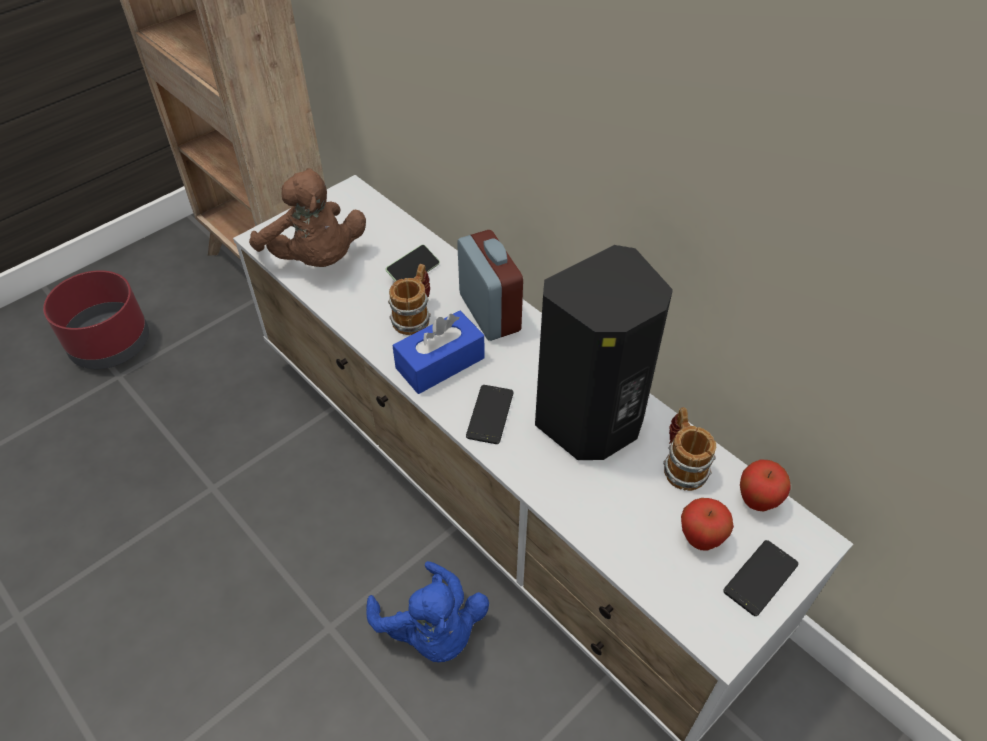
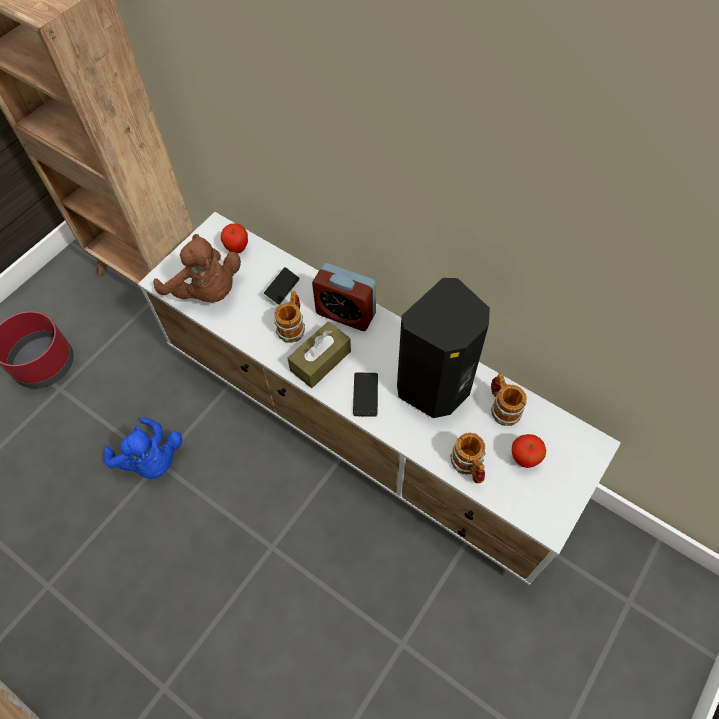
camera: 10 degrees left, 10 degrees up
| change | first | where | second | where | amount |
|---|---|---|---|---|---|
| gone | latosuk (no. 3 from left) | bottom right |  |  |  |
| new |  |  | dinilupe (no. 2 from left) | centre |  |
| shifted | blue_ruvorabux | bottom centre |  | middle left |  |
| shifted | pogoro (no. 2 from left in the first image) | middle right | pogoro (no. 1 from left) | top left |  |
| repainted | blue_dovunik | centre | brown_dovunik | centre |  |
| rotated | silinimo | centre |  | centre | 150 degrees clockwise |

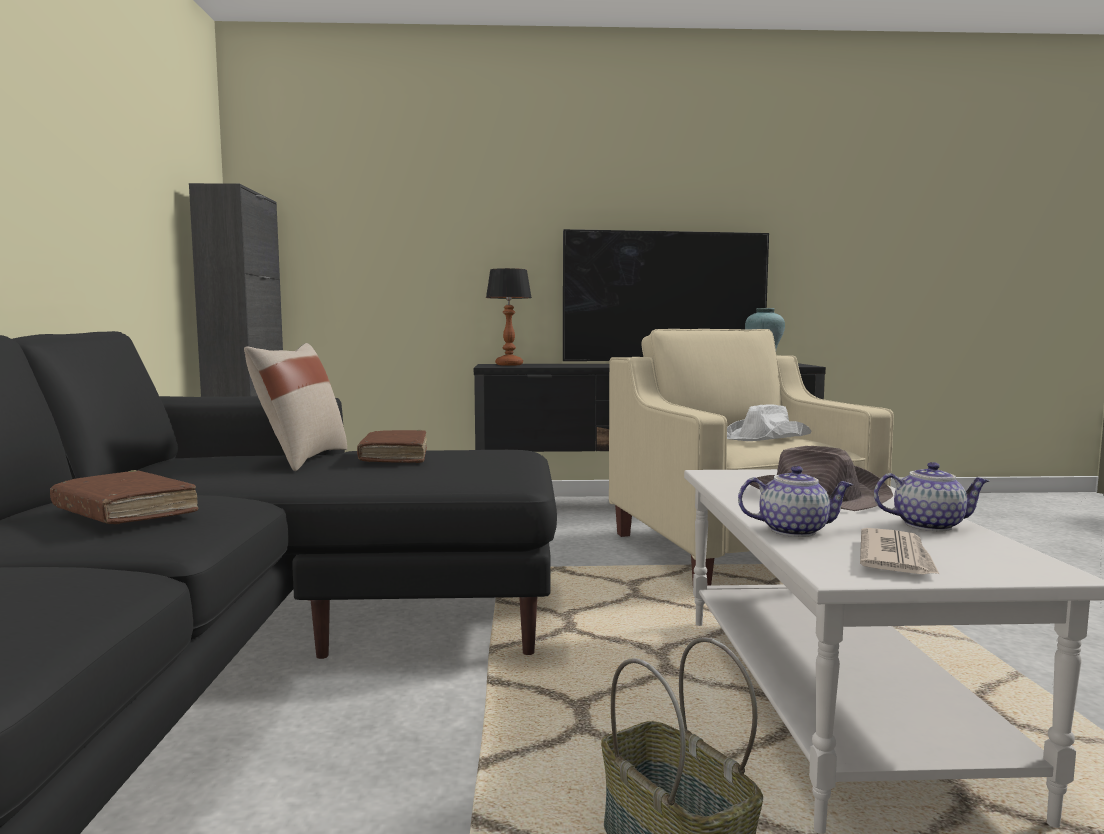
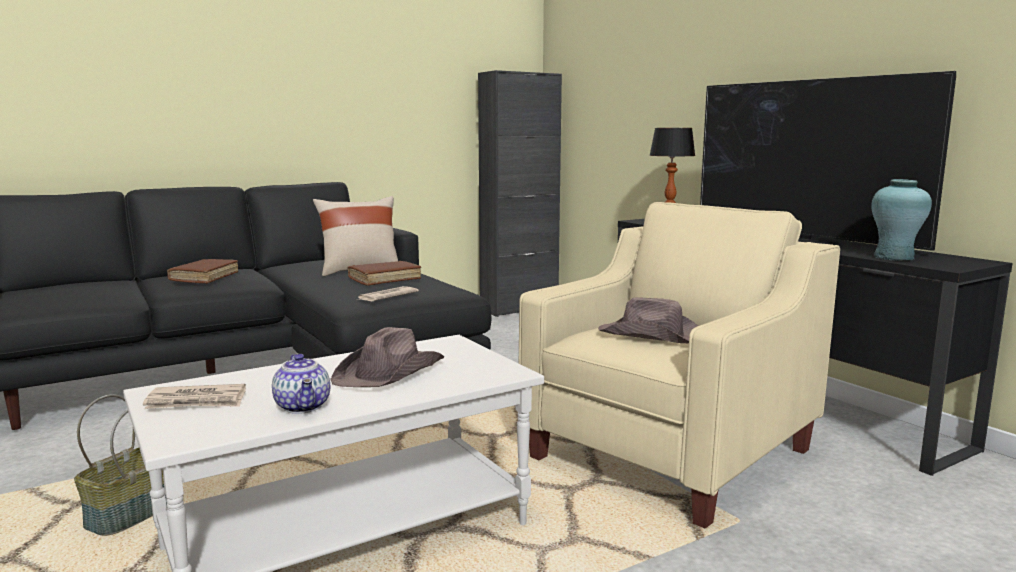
camera: 60 degrees right, 5 degrees up
| change | first | where | second | where | amount |
|---|---|---|---|---|---|
| gone | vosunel (no. 1 from left) | middle right |  |  |  |
| new |  |  | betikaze (no. 2 from left) | centre |  |
| repainted | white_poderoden | middle right | brown_poderoden (no. 2 from left) | centre |  |

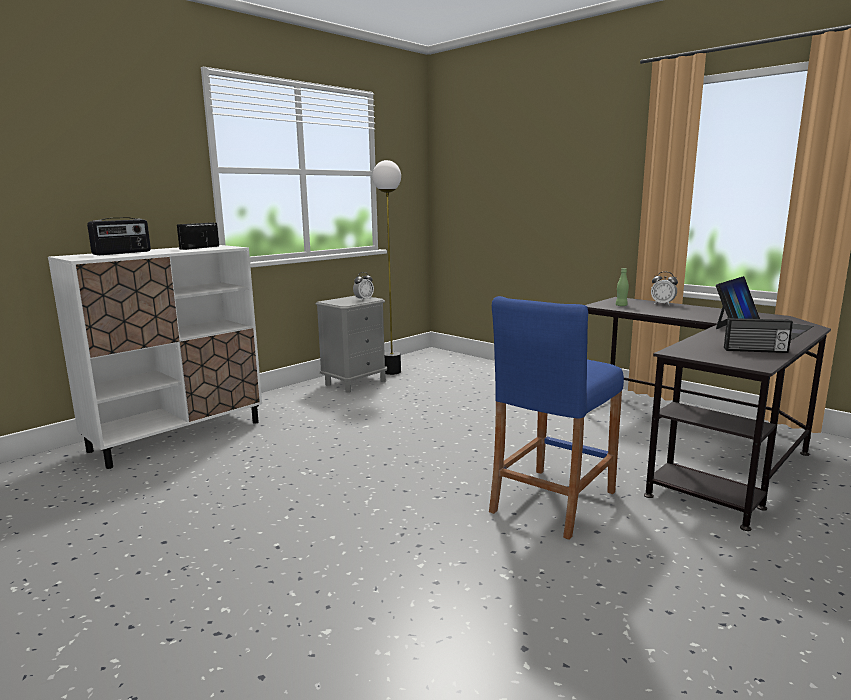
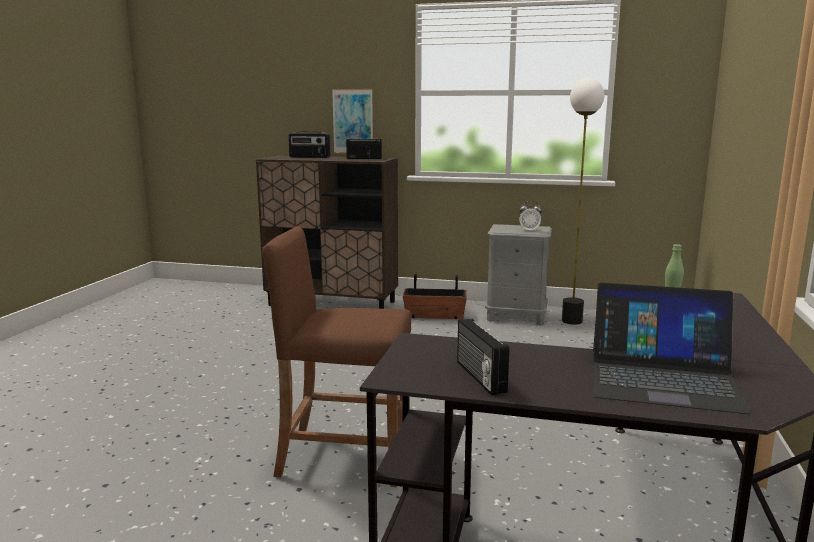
camera: 60 degrees right, 0 degrees up
| change | first | where | second | where | amount |
|---|---|---|---|---|---|
| gone | silinimo (no. 2 from left) | middle right |  |  |  |
| new |  |  | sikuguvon | top centre |  |
| new |  |  | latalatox | centre |  |
| repainted | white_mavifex | middle left | brown_mavifex | centre |  |
| repainted | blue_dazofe | centre | brown_dazofe | centre |  |

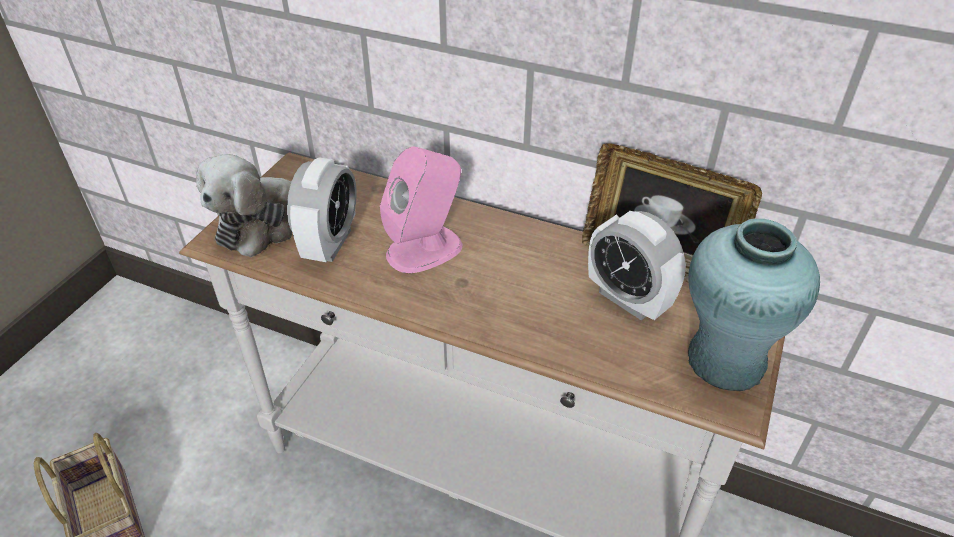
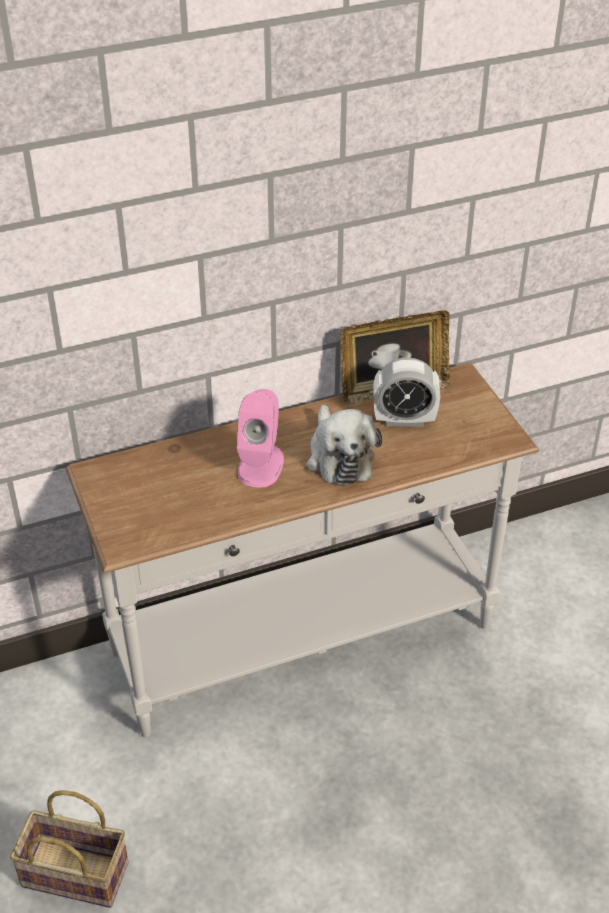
camera: 45 degrees left, 0 degrees up
| change | first | where | second | where | amount |
|---|---|---|---|---|---|
| gone | silinimo (no. 1 from left) | centre |  |  |  |
| gone | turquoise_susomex | middle right |  |  |  |
| shifted | ruvorabux | middle left |  | centre |  |

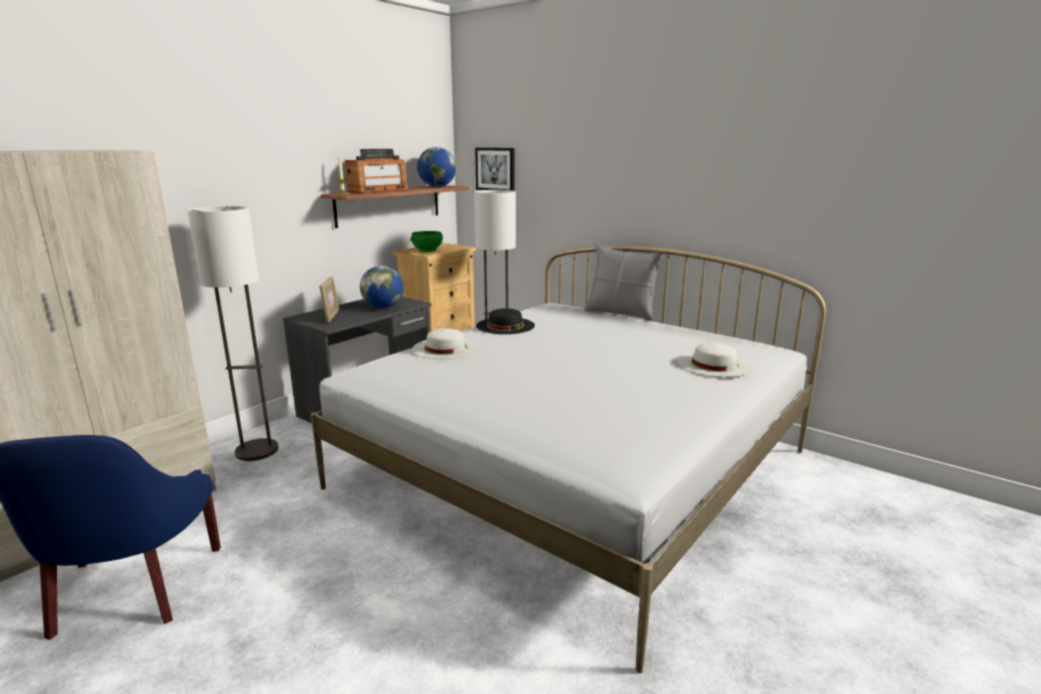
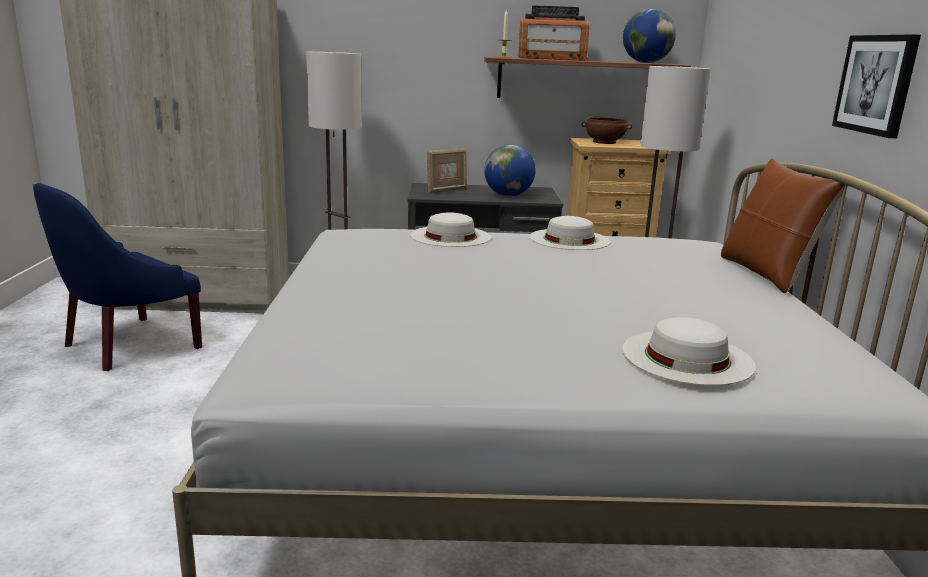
camera: 50 degrees right, 0 degrees up
| change | first | where | second | where | amount |
|---|---|---|---|---|---|
| shifted | sikuguvon | top centre |  | top right |  |
| repainted | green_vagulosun | centre | brown_vagulosun | top centre |  |
| repainted | black_poderoden | centre | white_poderoden (no. 2 from left) | centre |  |
| repainted | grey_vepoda | centre | brown_vepoda | middle right |  |

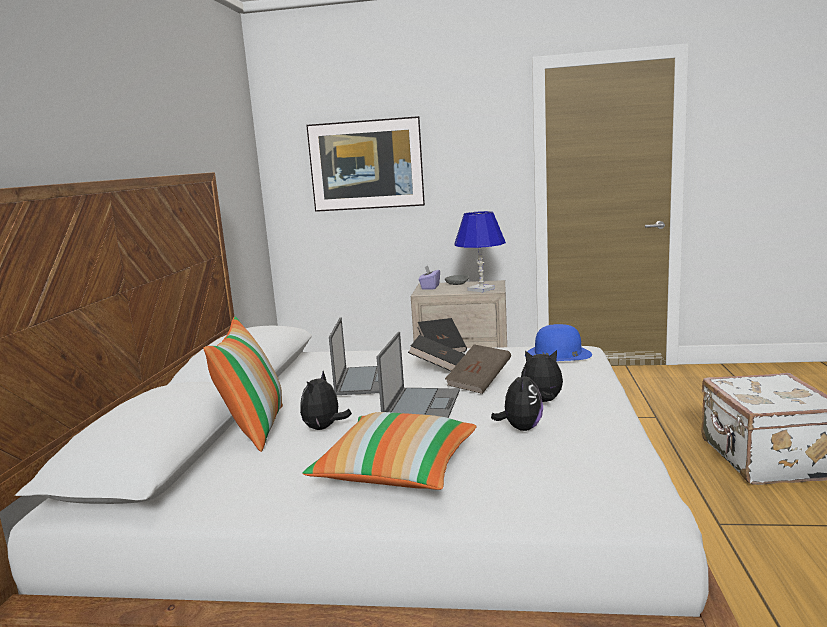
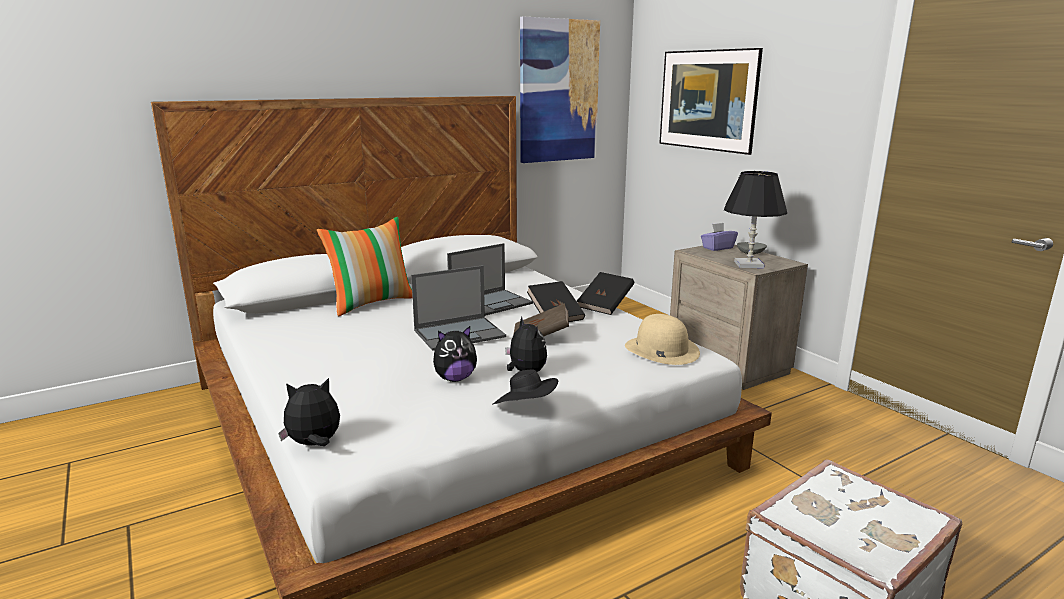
camera: 50 degrees right, 5 degrees up
| change | first | where | second | where | amount |
|---|---|---|---|---|---|
| gone | vepoda (no. 2 from left) | bottom centre |  |  |  |
| new |  |  | black_poderoden | centre |  |
| new |  |  | sikuguvon (no. 1 from left) | top centre |  |
| shifted | ruvorabux (no. 1 from left) | centre |  | bottom left |  |
| repainted | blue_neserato | centre | black_neserato | middle right |  |
| repainted | blue_poderoden | middle right | beige_poderoden | centre |  |

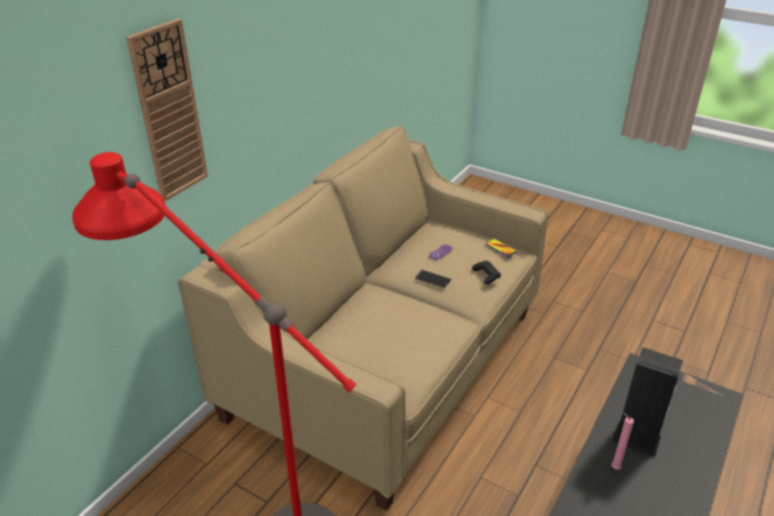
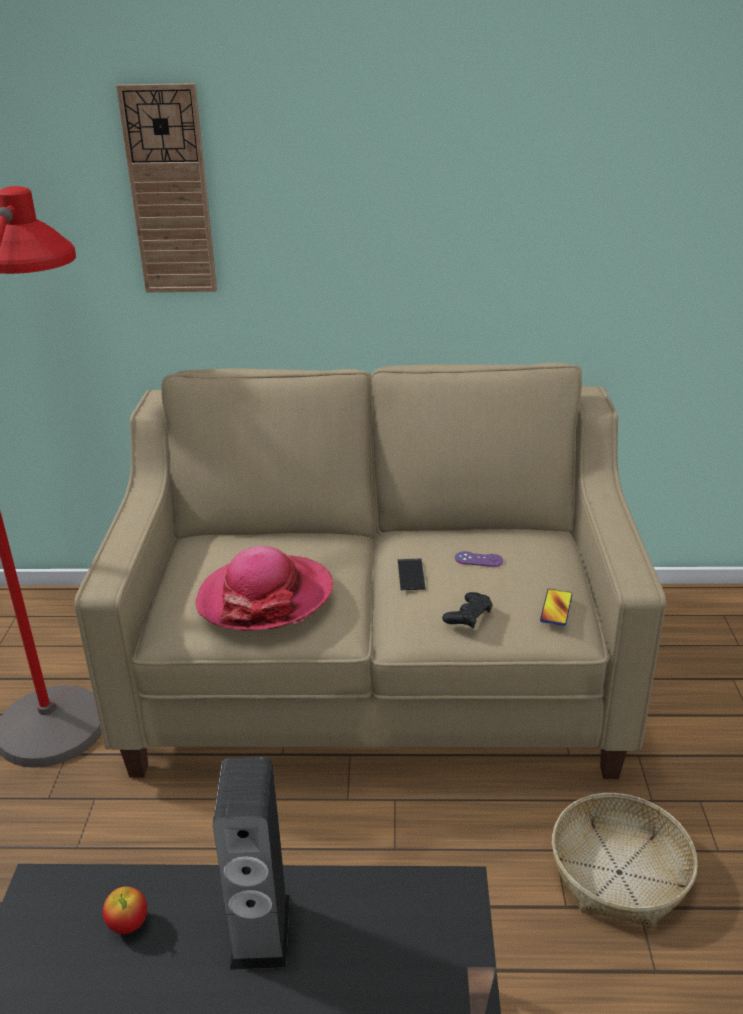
camera: 60 degrees right, 5 degrees down
| change | first | where | second | where | amount |
|---|---|---|---|---|---|
| gone | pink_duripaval | bottom right |  |  |  |
| new |  |  | pogoro | bottom left |  |
| new |  |  | poderoden | centre |  |
| new |  |  | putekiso | bottom right |  |

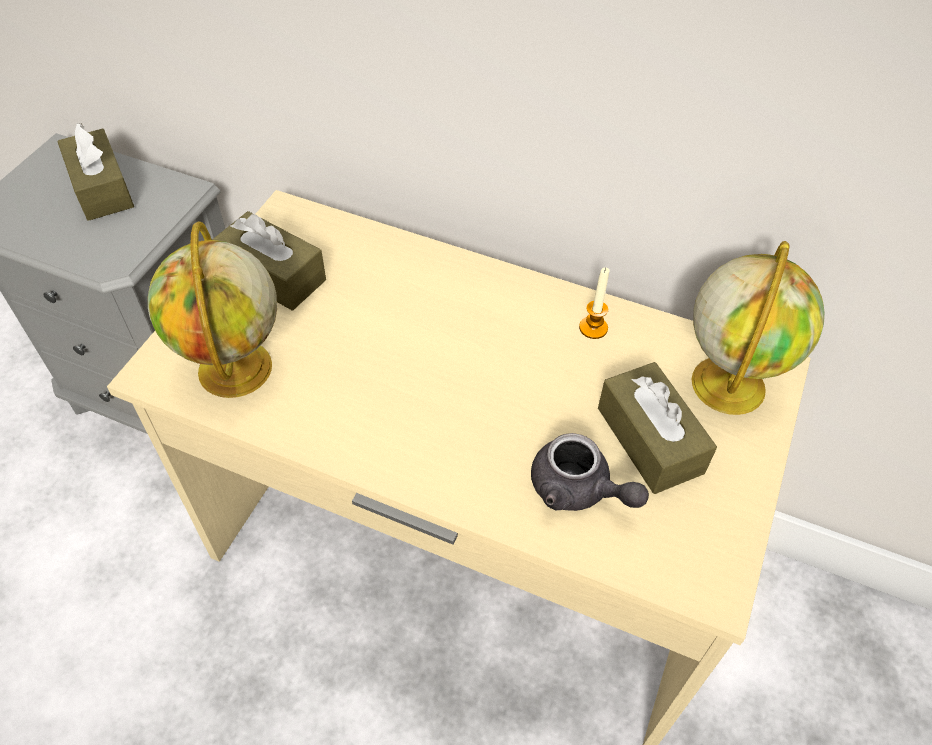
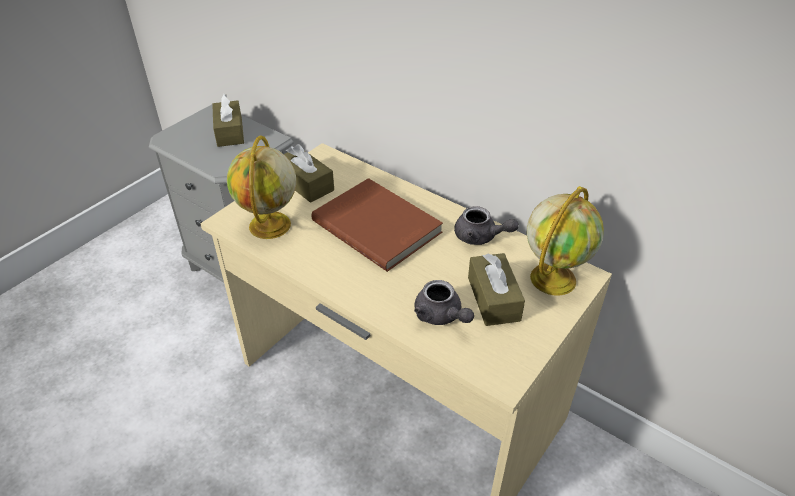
camera: 15 degrees right, 10 degrees down
| change | first | where | second | where | amount |
|---|---|---|---|---|---|
| new |  |  | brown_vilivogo | centre |  |
| swapped | duripaval | centre | grey_vosunel (no. 2 from left) | centre |  |

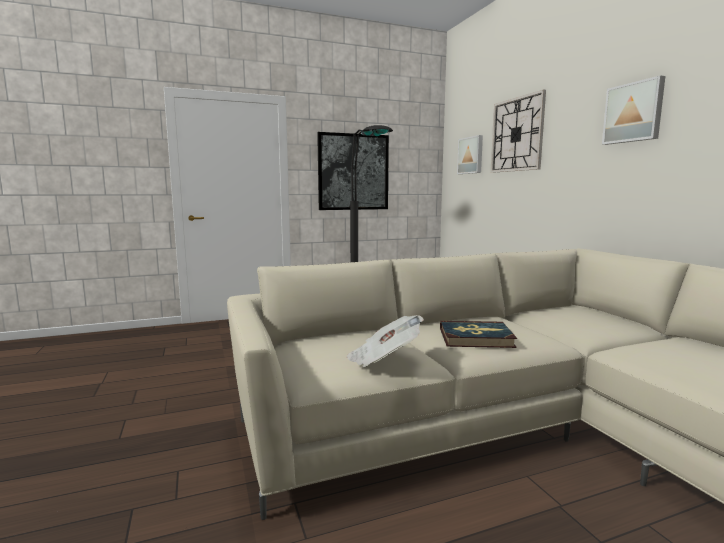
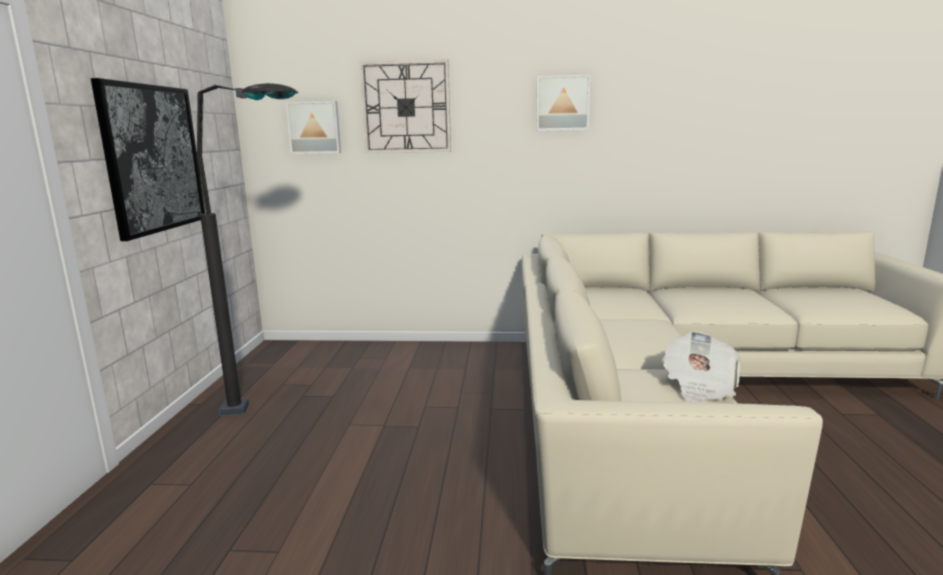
camera: 65 degrees left, 5 degrees up
| change | first | where | second | where | amount |
|---|---|---|---|---|---|
| gone | vilivogo | centre |  |  |  |

